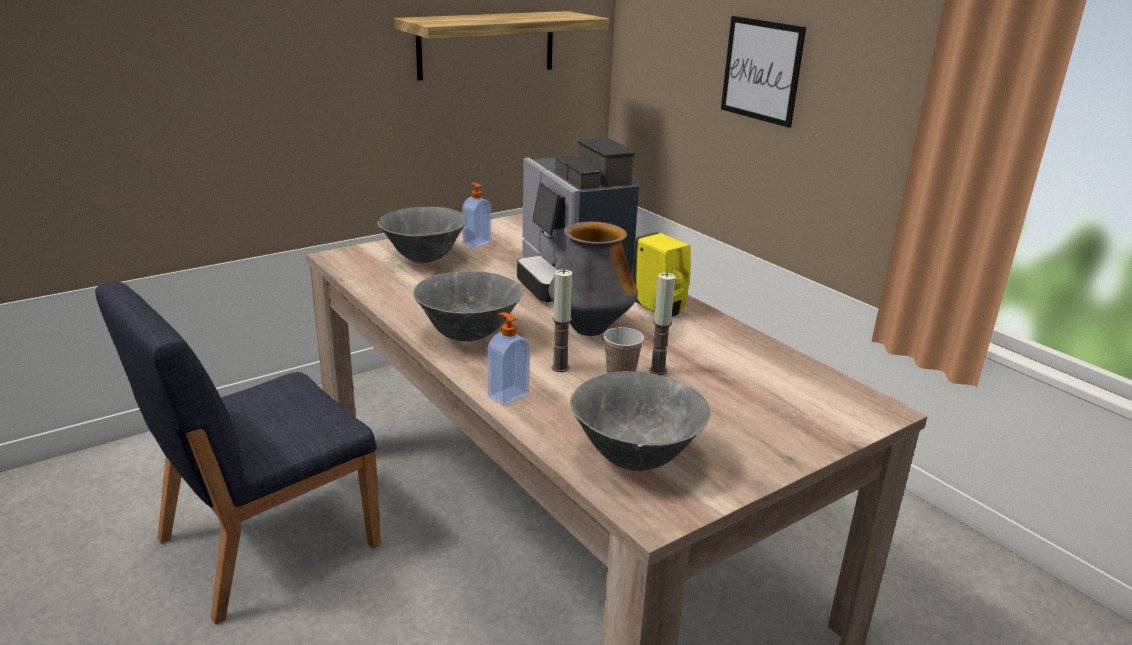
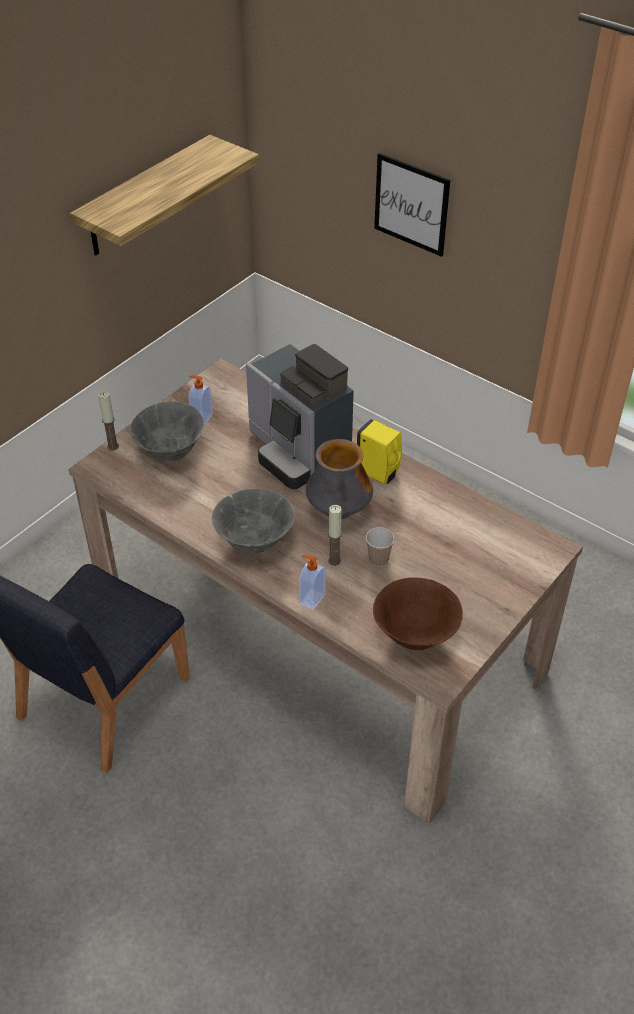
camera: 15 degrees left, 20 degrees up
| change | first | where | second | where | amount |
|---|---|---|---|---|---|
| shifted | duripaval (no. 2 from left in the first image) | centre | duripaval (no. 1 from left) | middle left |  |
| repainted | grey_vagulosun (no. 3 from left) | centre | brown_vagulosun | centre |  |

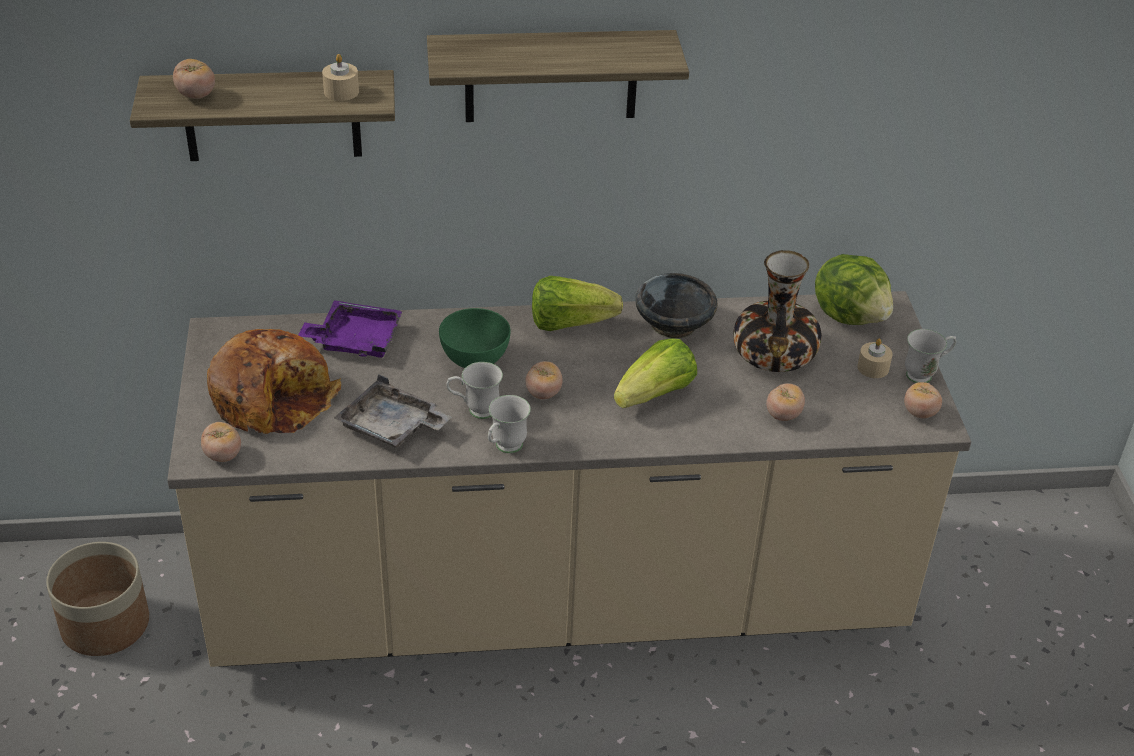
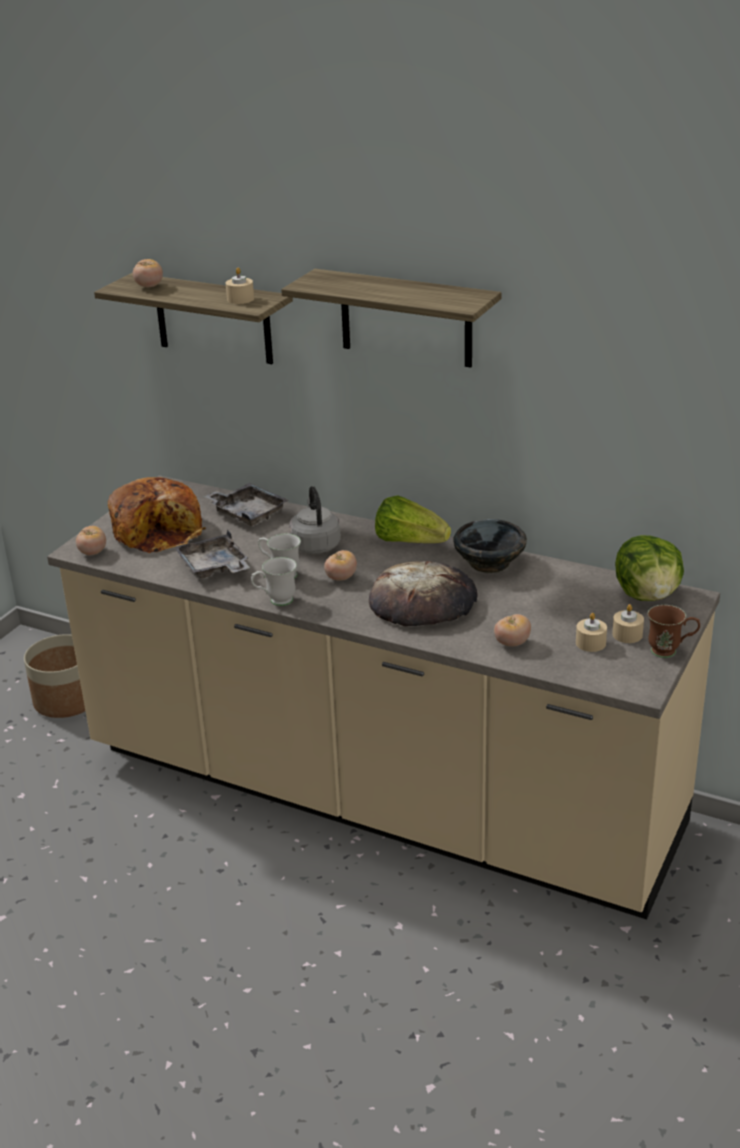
camera: 35 degrees right, 10 degrees down
| change | first | where | second | where | amount |
|---|---|---|---|---|---|
| gone | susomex | middle right |  |  |  |
| gone | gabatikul (no. 5 from left) | middle right |  |  |  |
| new |  |  | beige_duripaval (no. 2 from left) | middle right |  |
| swapped | green_vagulosun | centre | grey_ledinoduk | centre |  |
| swapped | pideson (no. 2 from left) | centre | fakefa (no. 2 from left) | centre |  |
| repainted | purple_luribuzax | middle left | grey_luribuzax (no. 2 from left) | middle left |  |
| repainted | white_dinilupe (no. 3 from left) | middle right | brown_dinilupe | middle right |  |

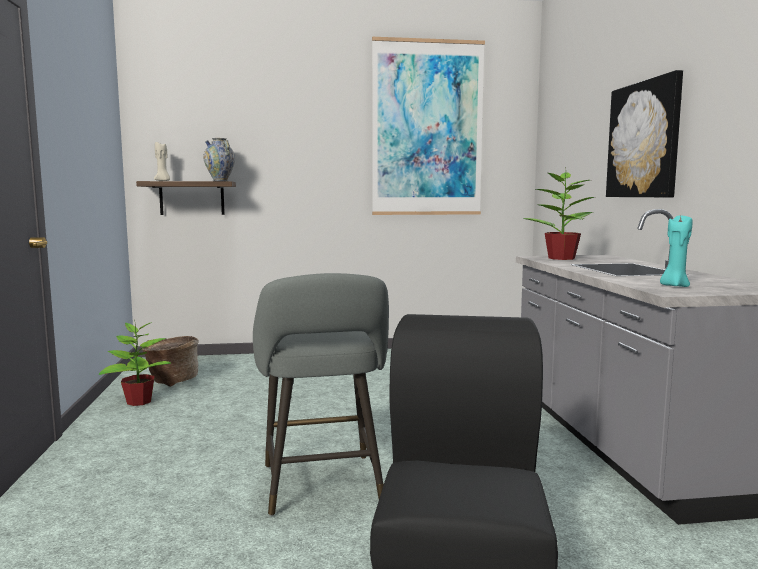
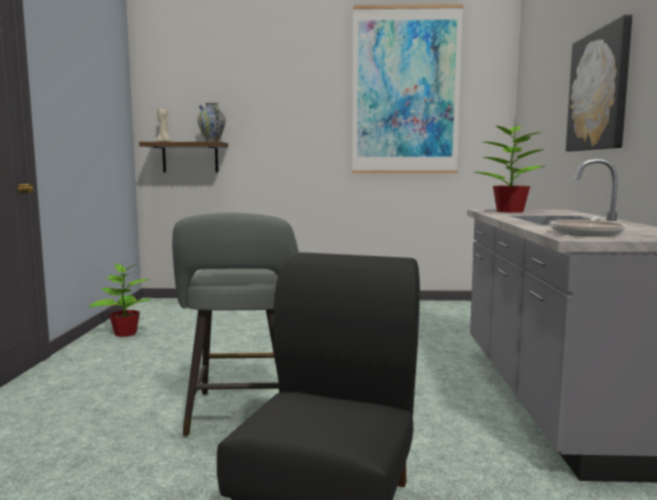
camera: 10 degrees right, 0 degrees up
| change | first | where | second | where | amount |
|---|---|---|---|---|---|
| gone | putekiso | middle left |  |  |  |
| swapped | turquoise_duripaval | middle right | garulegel | middle right |  |

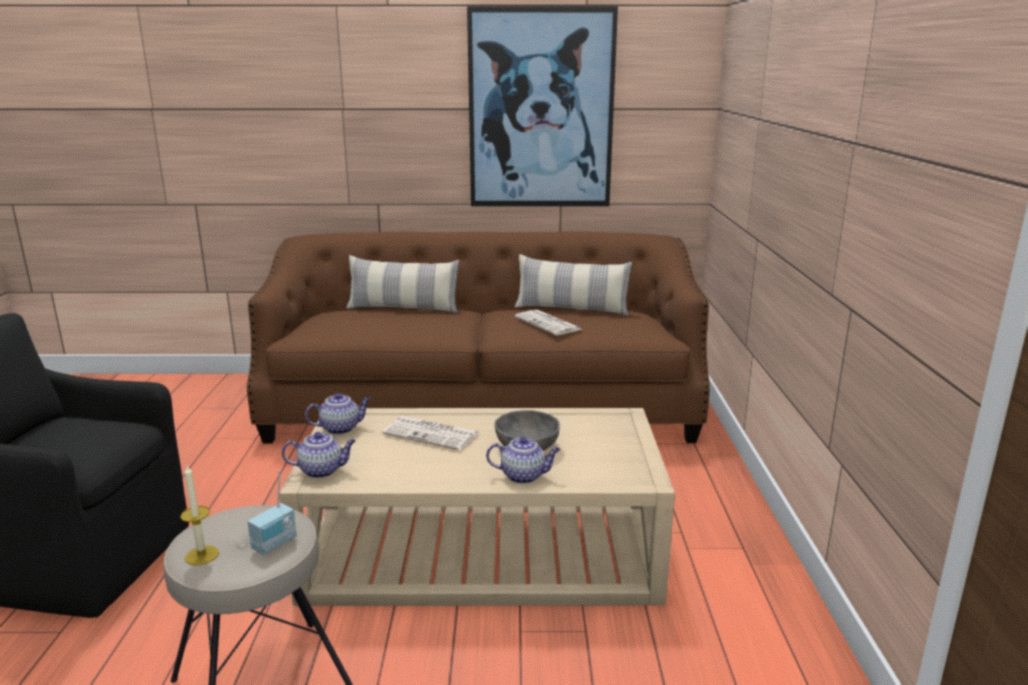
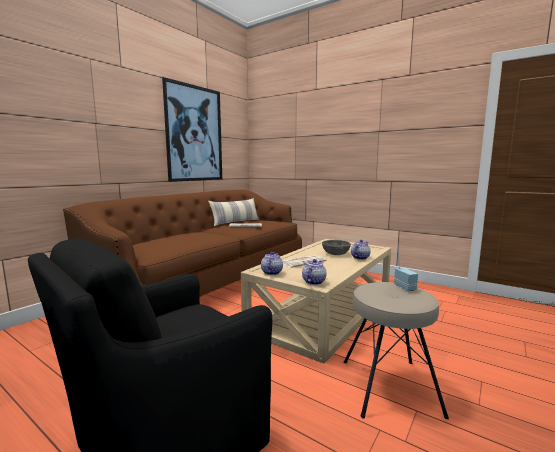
camera: 55 degrees left, 10 degrees down
| change | first | where | second | where | amount |
|---|---|---|---|---|---|
| gone | duripaval | bottom left |  |  |  |
| gone | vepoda (no. 1 from left) | centre |  |  |  |

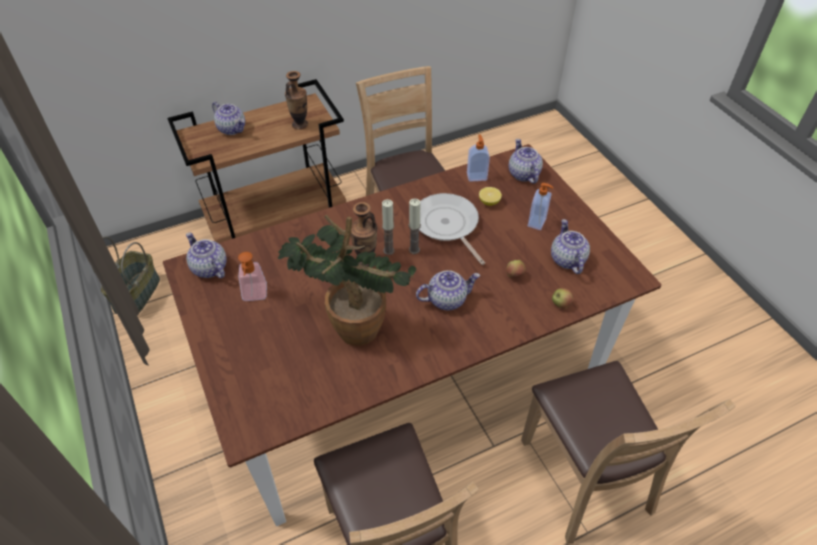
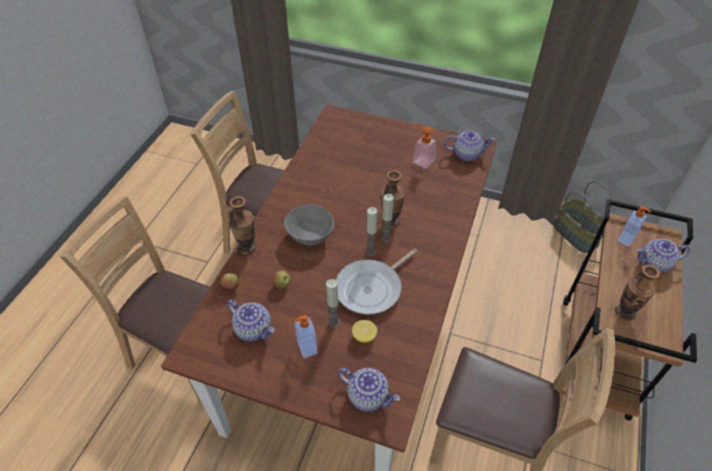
camera: 135 degrees right, 0 degrees up
| change | first | where | second | where | amount |
|---|---|---|---|---|---|
| gone | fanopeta | centre |  |  |  |
| new |  |  | susomex (no. 1 from left) | centre |  |
| new |  |  | duripaval (no. 1 from left) | centre |  |
| shifted | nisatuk (no. 2 from left in the first image) | top centre | nisatuk (no. 3 from left) | middle right |  |
| swapped | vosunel (no. 3 from left) | centre | grey_vagulosun | centre |  |
| rotated | garulegel | centre |  | centre | 120 degrees clockwise |

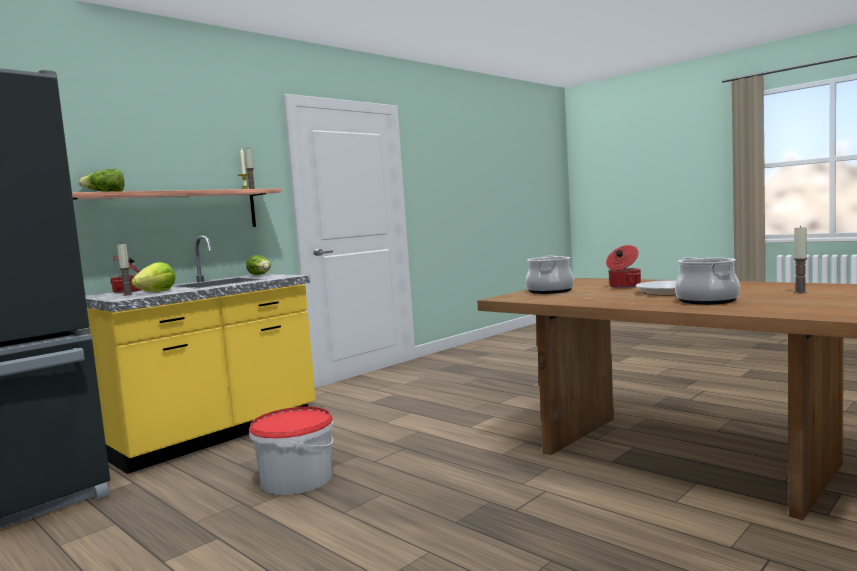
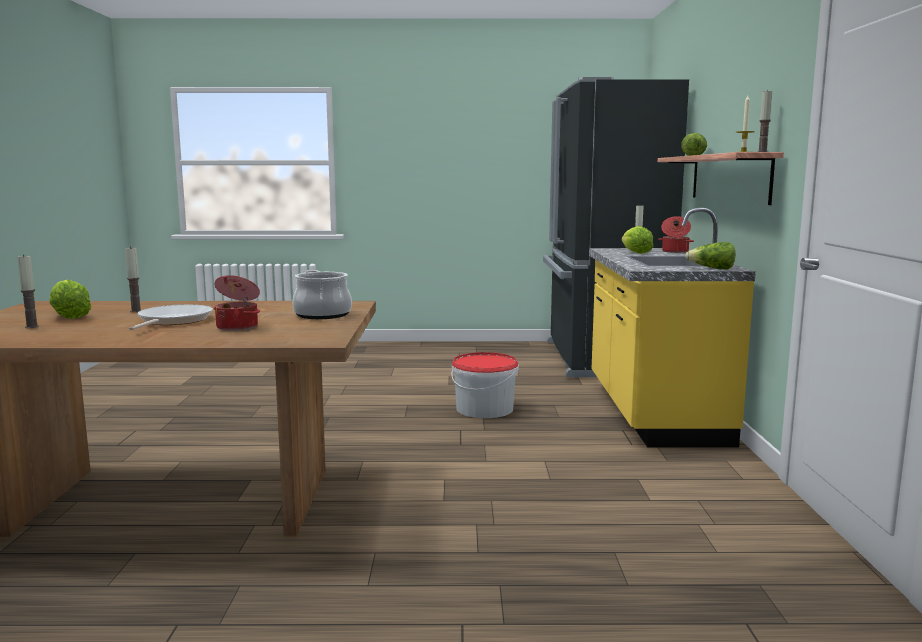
camera: 135 degrees right, 5 degrees up
| change | first | where | second | where | amount |
|---|---|---|---|---|---|
| new |  |  | pideson (no. 1 from left) | middle left |  |
| swapped | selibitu (no. 4 from left) | middle right | duripaval (no. 2 from left) | middle left |  |

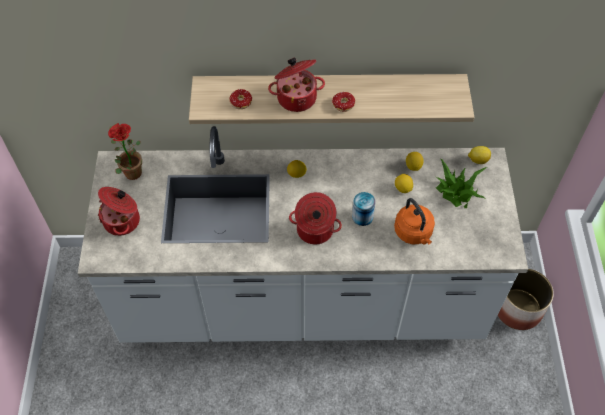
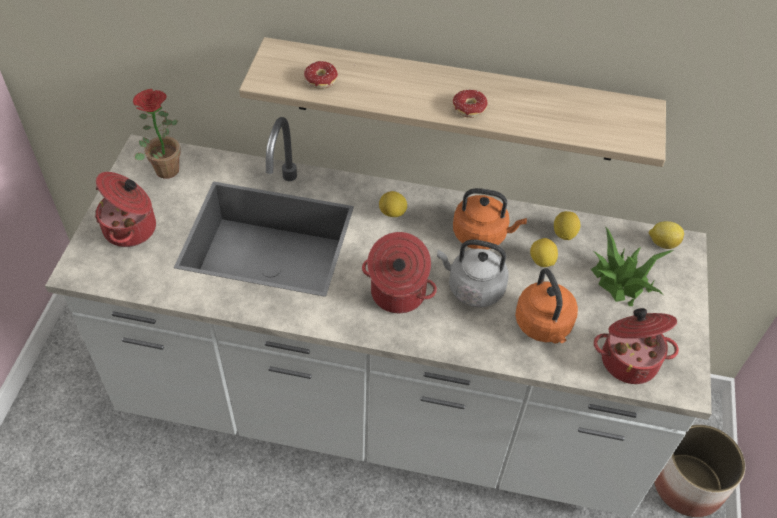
camera: 10 degrees right, 5 degrees down
| change | first | where | second | where | amount |
|---|---|---|---|---|---|
| new |  |  | orange_ledinoduk (no. 1 from left) | centre |  |
| shifted | selibitu (no. 2 from left in the first image) | top centre | selibitu (no. 3 from left) | bottom right |  |
| swapped | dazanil | centre | grey_ledinoduk | centre |  |

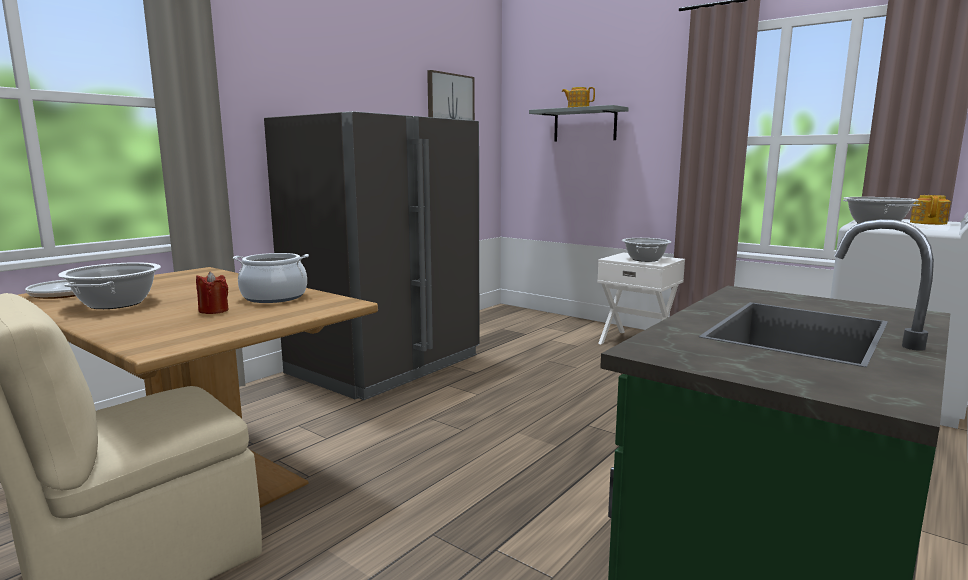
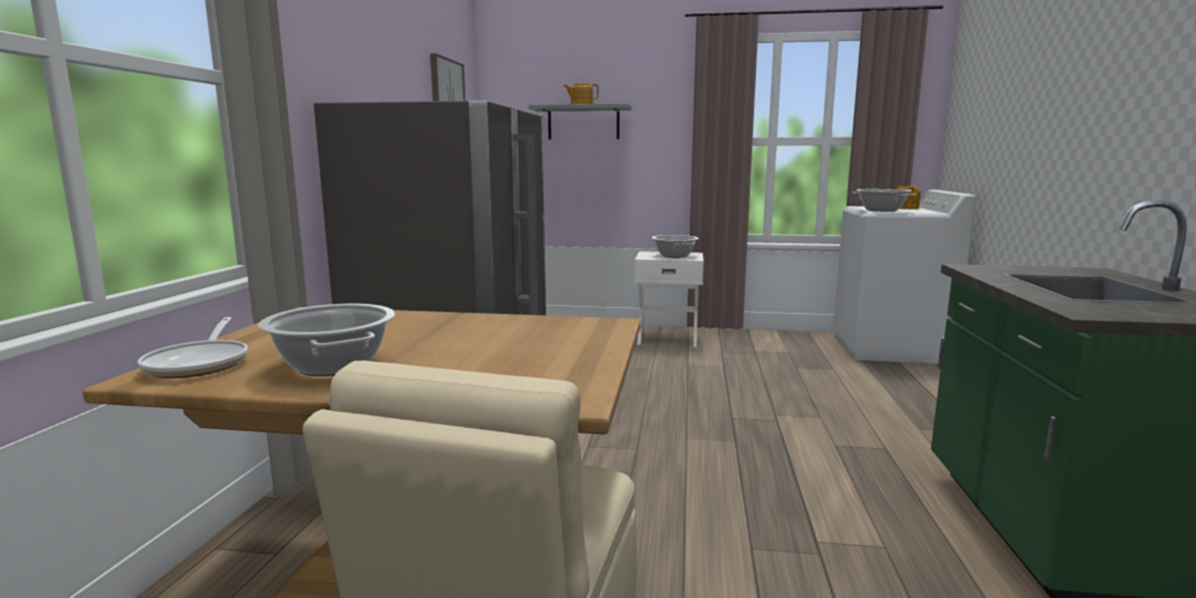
camera: 30 degrees left, 0 degrees up
| change | first | where | second | where | amount |
|---|---|---|---|---|---|
| gone | red_duripaval | middle left |  |  |  |
| gone | selibitu (no. 2 from left) | middle left |  |  |  |

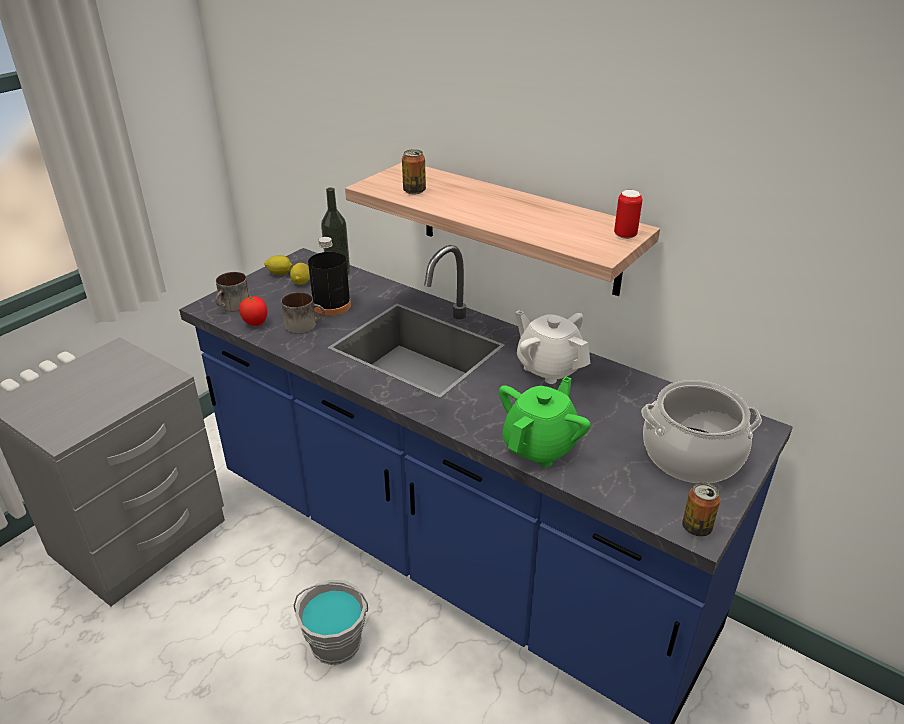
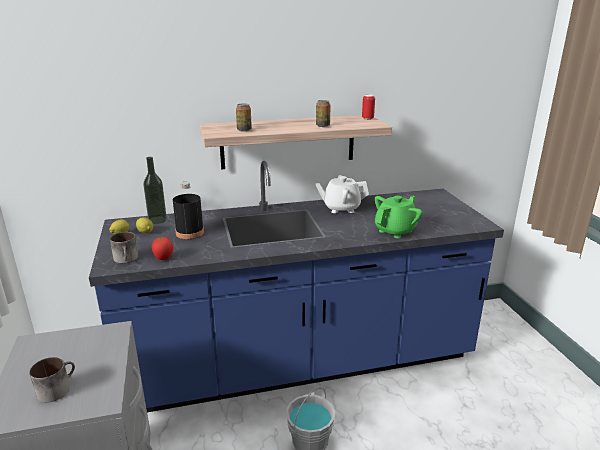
camera: 50 degrees left, 10 degrees down
| change | first | where | second | where | amount |
|---|---|---|---|---|---|
| gone | selibitu | middle right |  |  |  |
| shifted | dinilupe (no. 2 from left in the first image) | centre | dinilupe (no. 1 from left) | bottom left |  |
| shifted | dazanil (no. 3 from left in the first image) | bottom right | dazanil (no. 2 from left) | top centre |  |
| rotated | green_vosunel | centre |  | centre | 60 degrees clockwise |

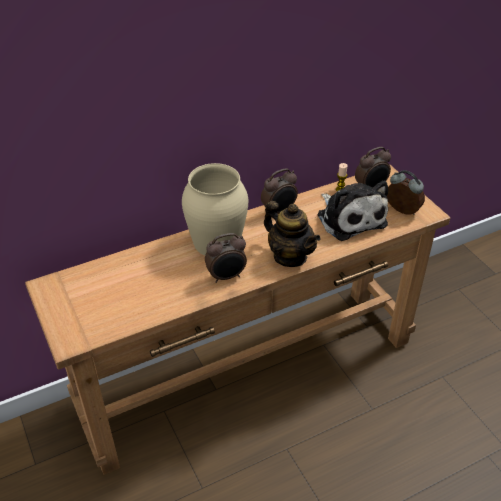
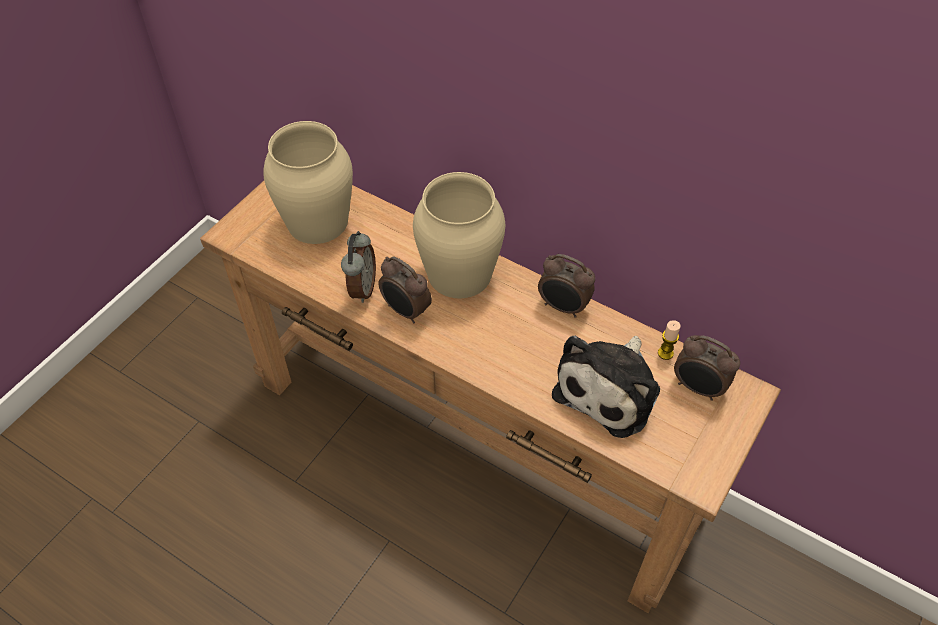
camera: 60 degrees right, 10 degrees up
| change | first | where | second | where | amount |
|---|---|---|---|---|---|
| gone | vosunel | centre |  |  |  |
| new |  |  | beige_susomex (no. 1 from left) | top left |  |
| shifted | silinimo (no. 4 from left in the first image) | middle right | silinimo (no. 1 from left) | centre |  |

